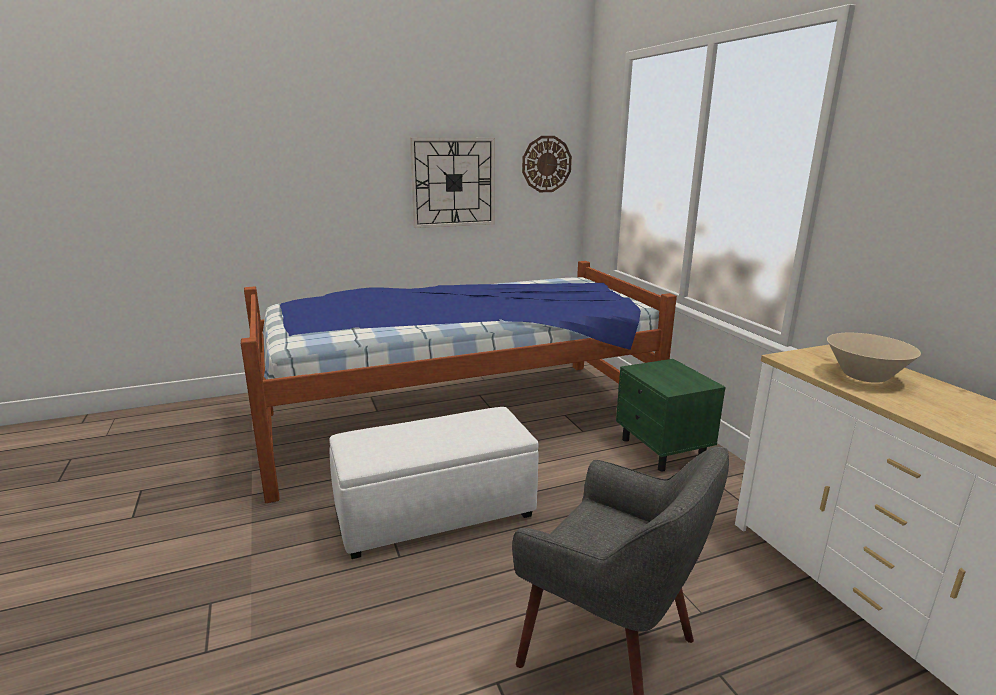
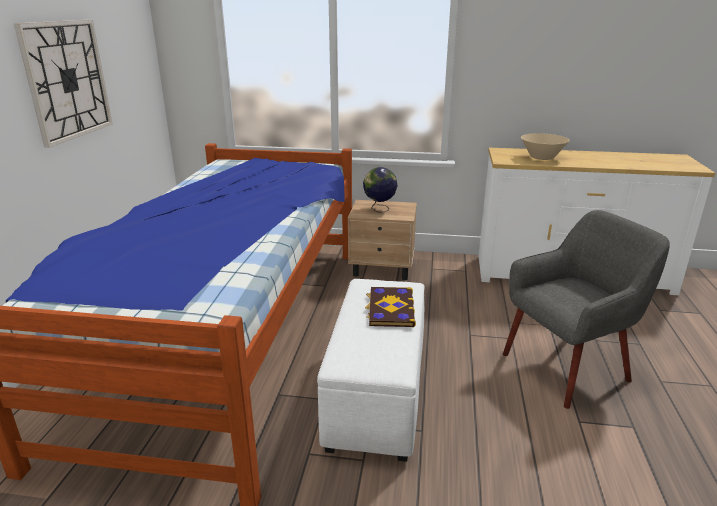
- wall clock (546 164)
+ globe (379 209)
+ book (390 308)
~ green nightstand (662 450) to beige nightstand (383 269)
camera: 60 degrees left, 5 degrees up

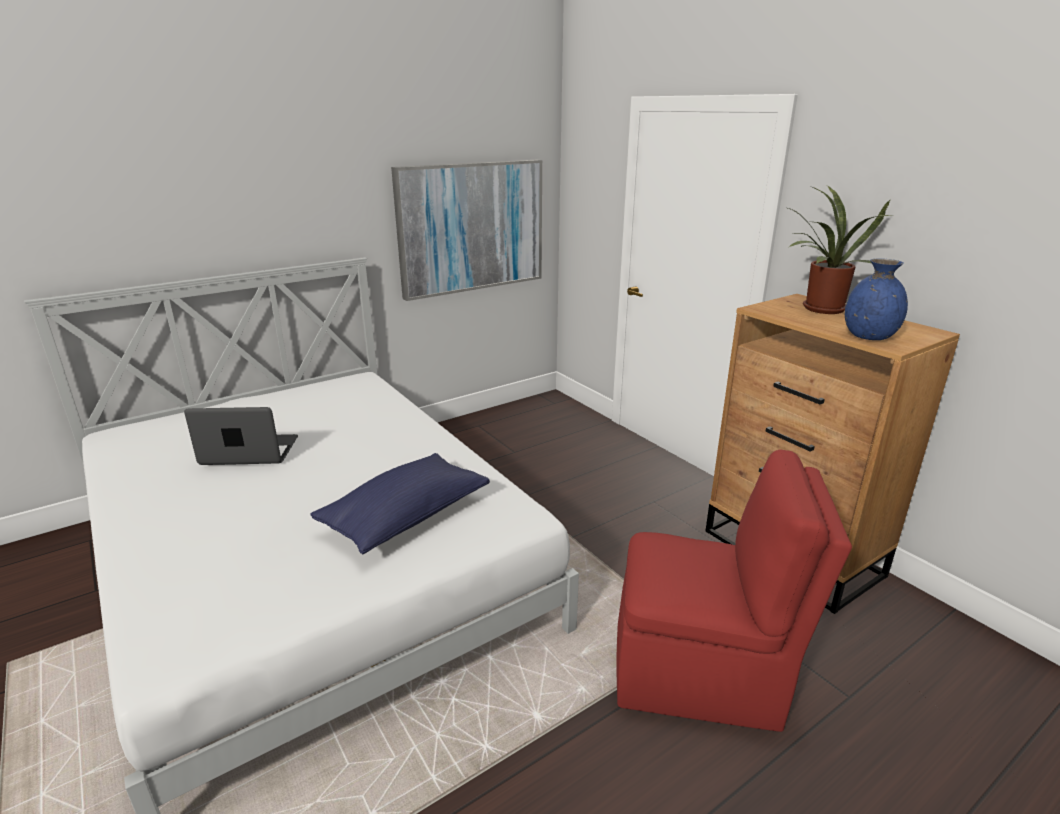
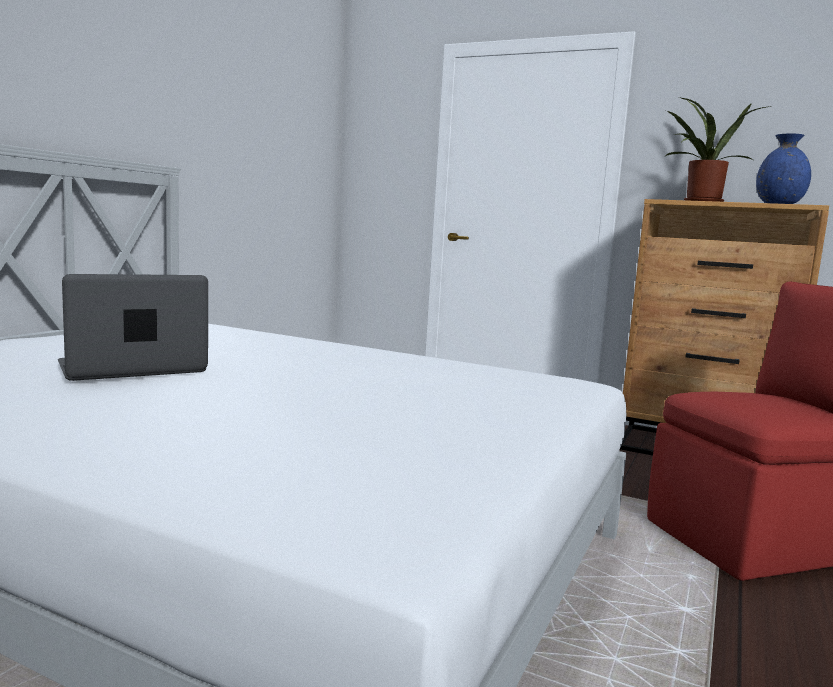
- blue pillow (406 517)
- picture (471 227)
camera: 30 degrees left, 15 degrees down

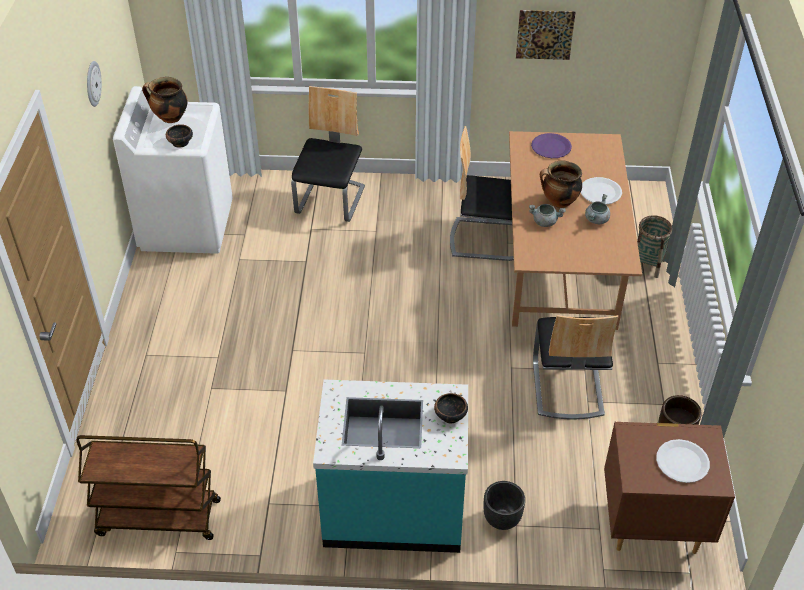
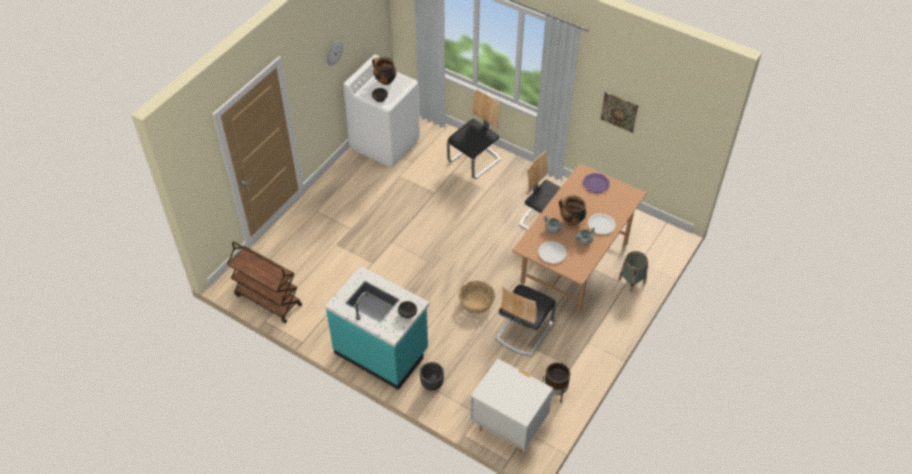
+ basket (476 303)
~ white plate (682 462) to (552 253)
~ brown nightstand (653 525) to white nightstand (508 427)
camera: 30 degrees right, 5 degrees up

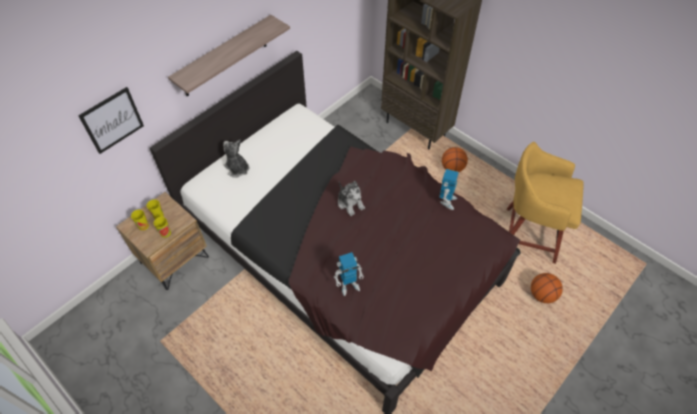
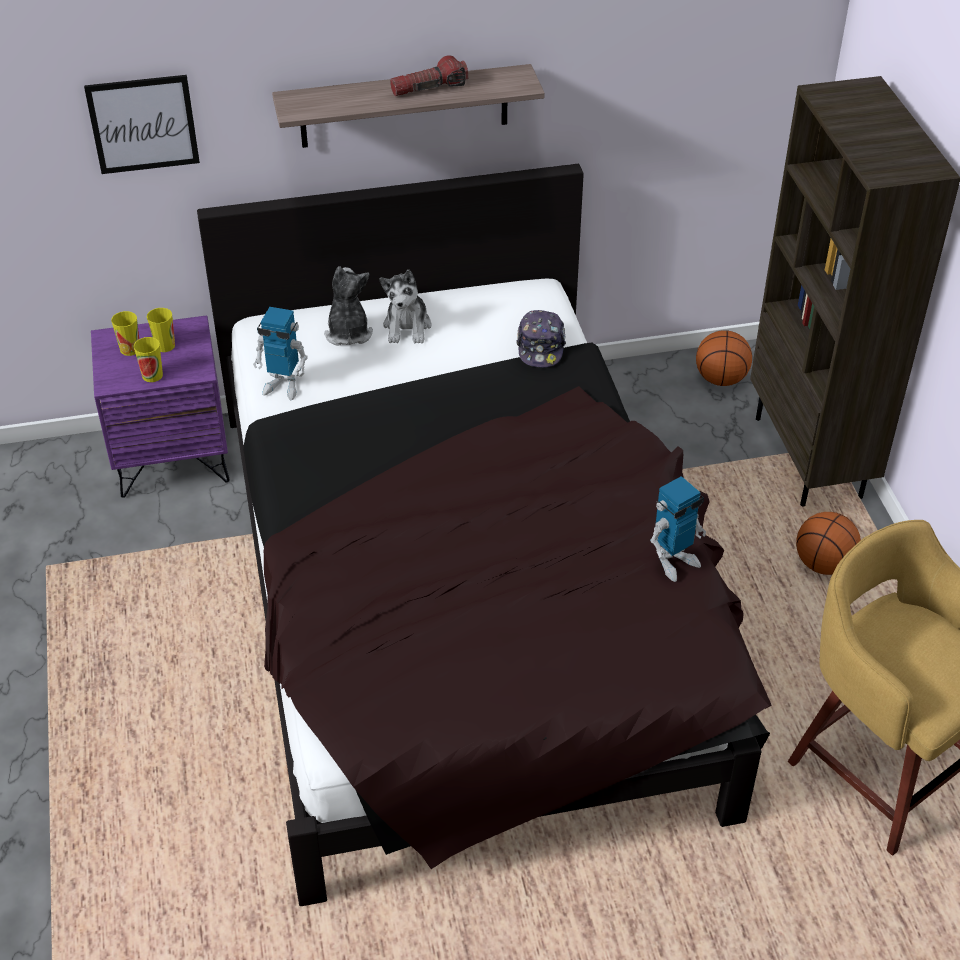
+ flashlight (429 88)
+ cap (541 347)
~ toy robot (348 285) to (283 386)
~ plush toy (350 203) to (407 327)
~ basketball (542 294) to (721 379)
~ brown nightstand (174 259) to purple nightstand (172 458)
camera: 35 degrees right, 10 degrees down

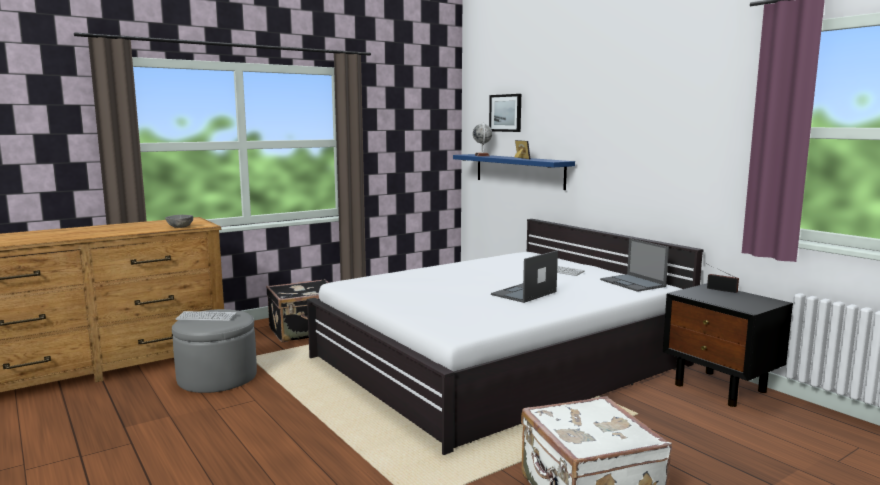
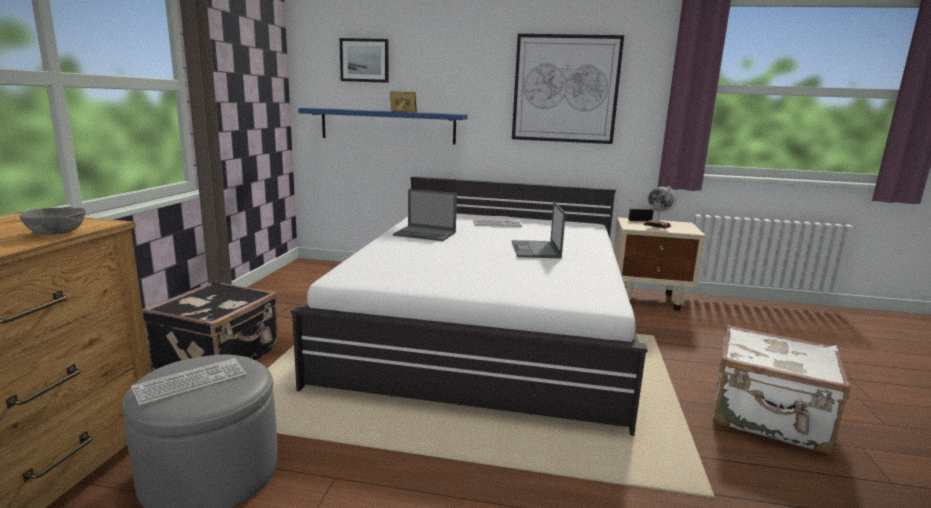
+ picture (565 89)
~ globe (482 155) to (657 225)
~ laptop (633 283) to (425 234)
~ black nightstand (721 388) to beige nightstand (649 299)
camera: 45 degrees left, 5 degrees up

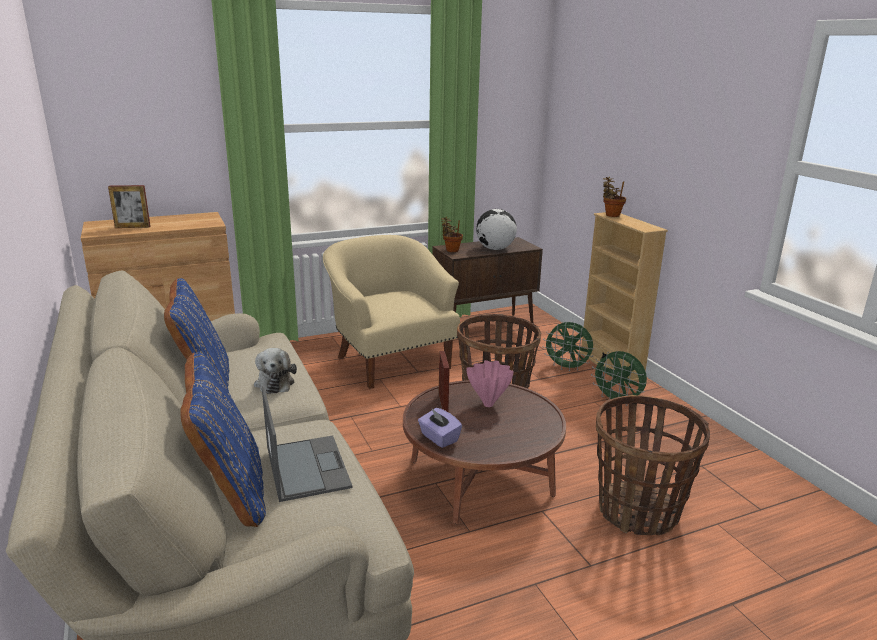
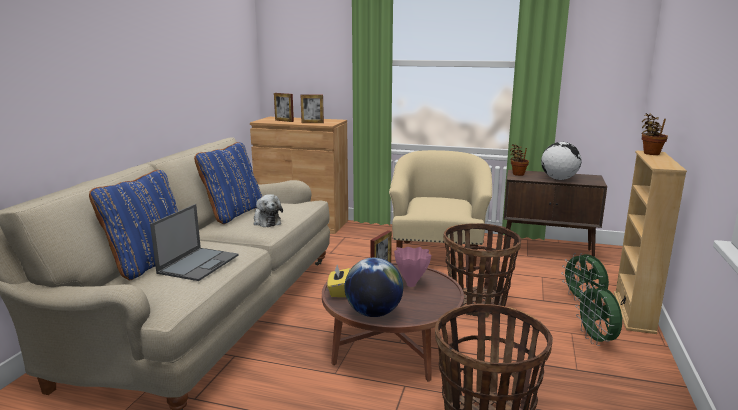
+ picture frame (312 123)
+ globe (373 313)
~ purple tissue box (439 438) to yellow tissue box (339 291)
~ plush toy (274 382) = (266 221) 60 degrees counterclockwise
camera: 40 degrees right, 5 degrees down

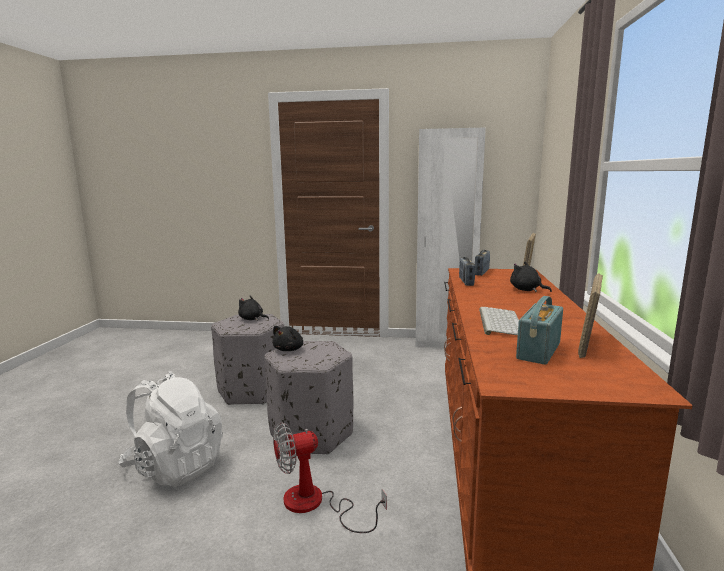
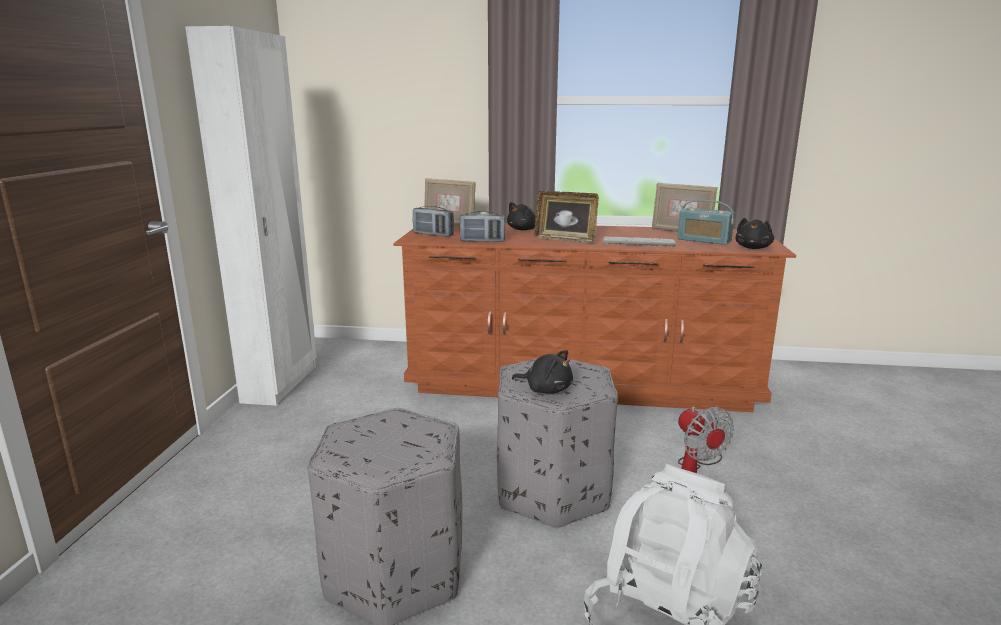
+ picture frame (565 240)
~ black plush toy (252 319) to (753 248)
camera: 90 degrees left, 5 degrees up

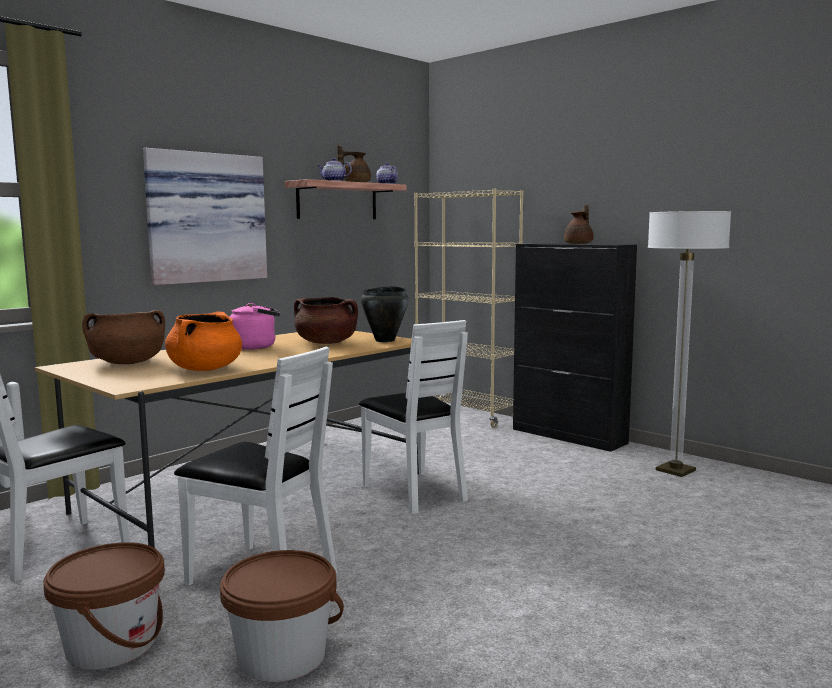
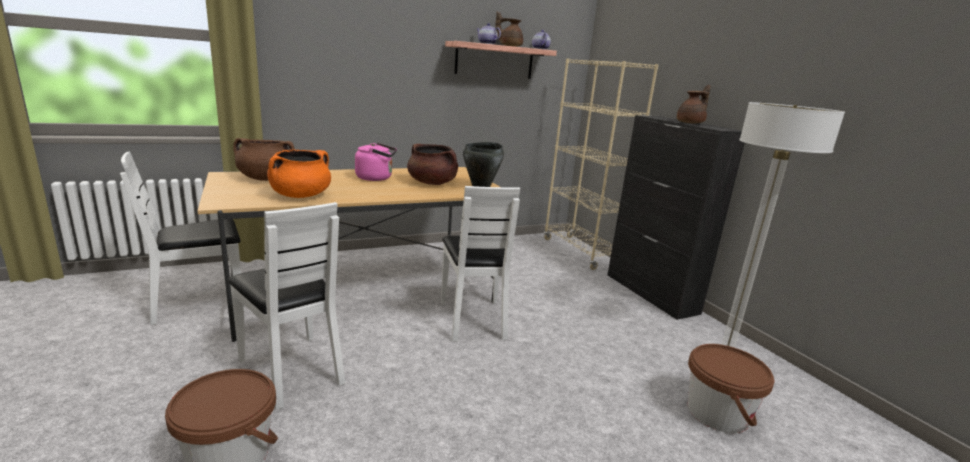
- picture (205 218)
~ brown bucket (111 645) to (717 413)
camera: 20 degrees right, 10 degrees up

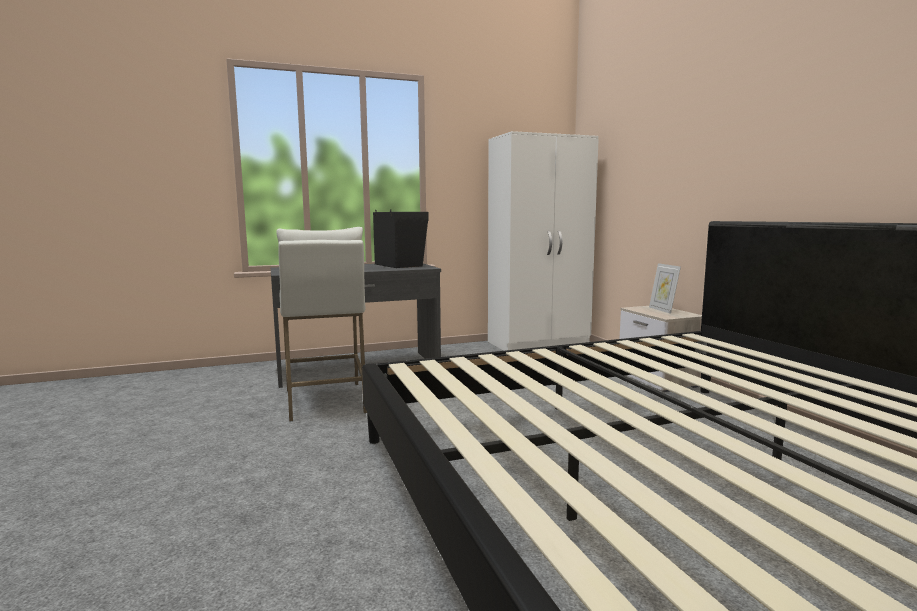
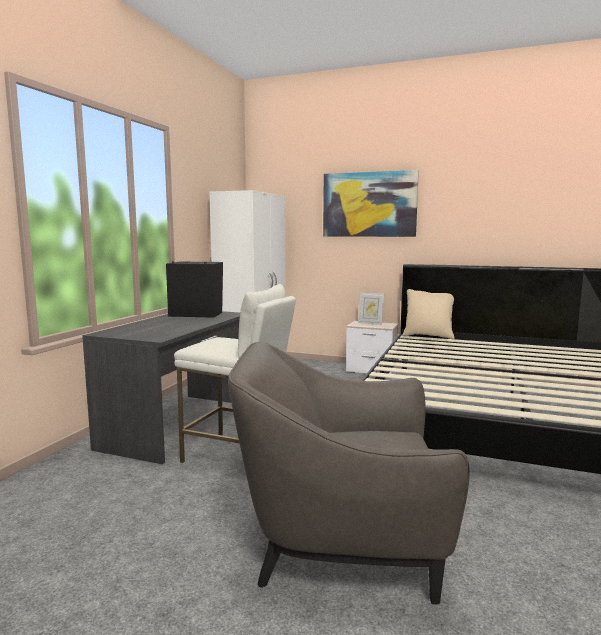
+ grey armchair (341 540)
+ picture (369 204)
+ beige pillow (428 336)
camera: 50 degrees left, 0 degrees up

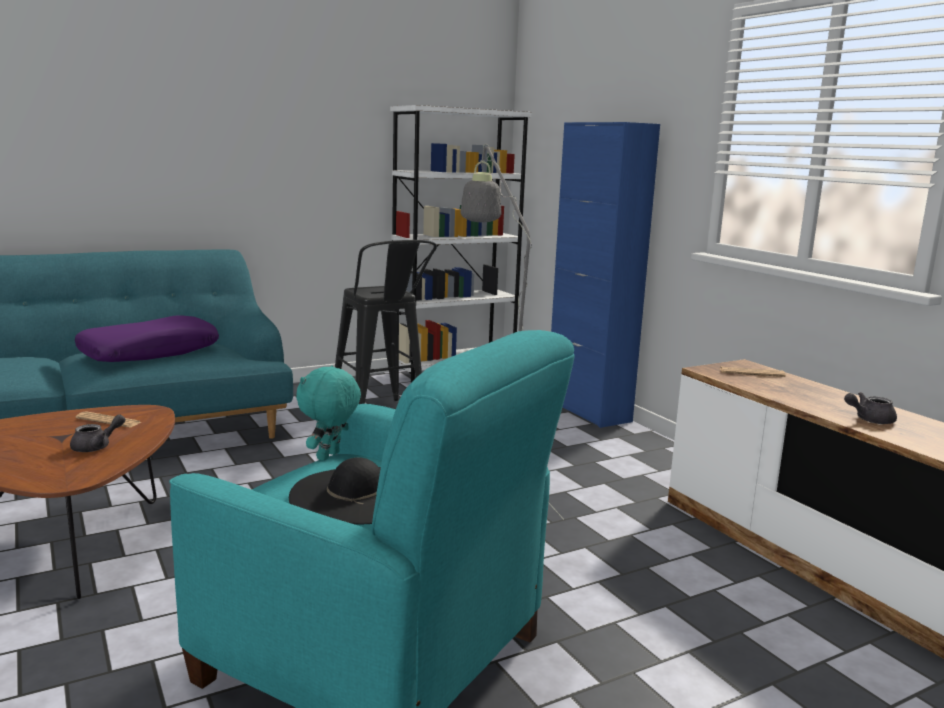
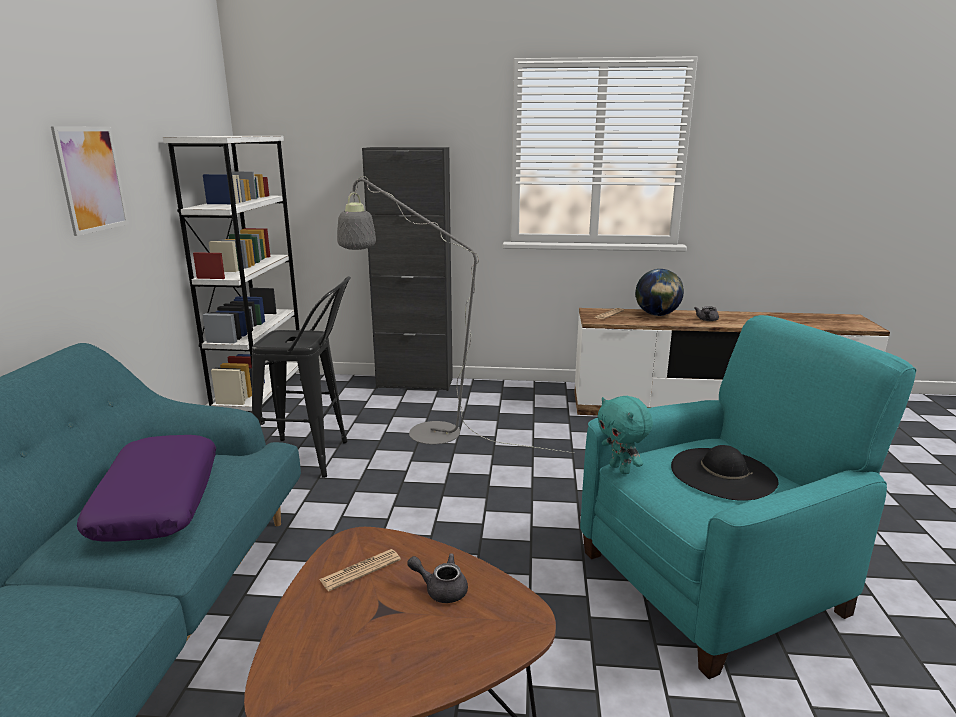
+ picture (91 179)
+ globe (657 315)
~ blue cabinet (588 411) to black cabinet (415 383)
~ grey teapot (97 447) = (441 589) 60 degrees counterclockwise
camera: 55 degrees left, 5 degrees up

